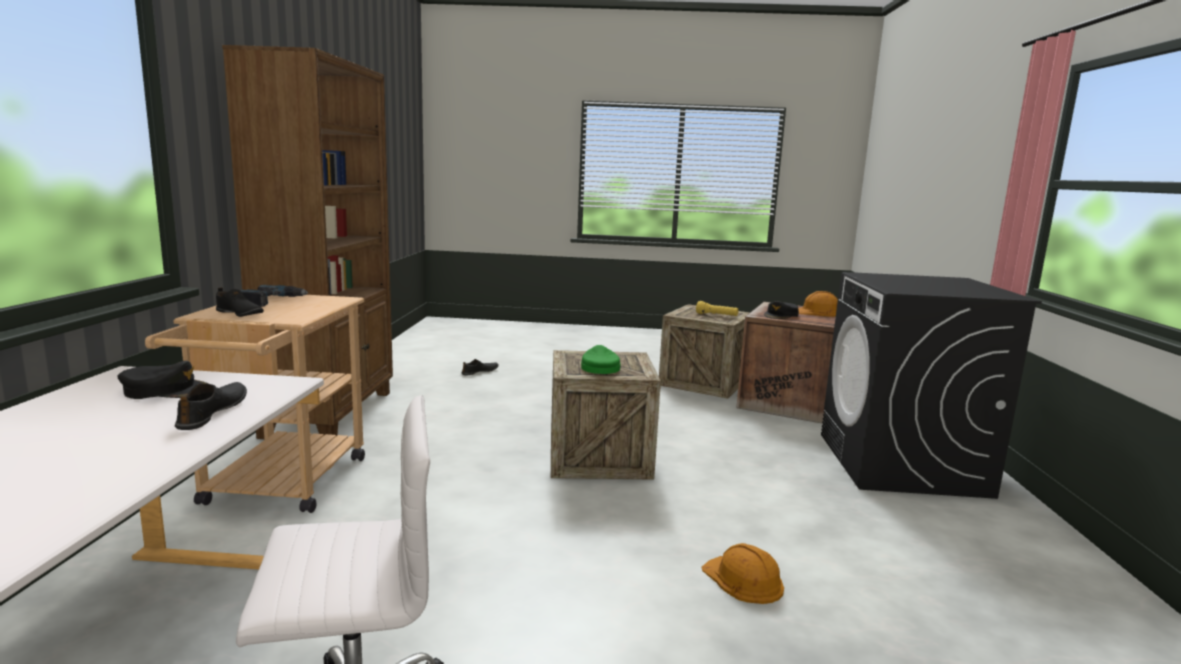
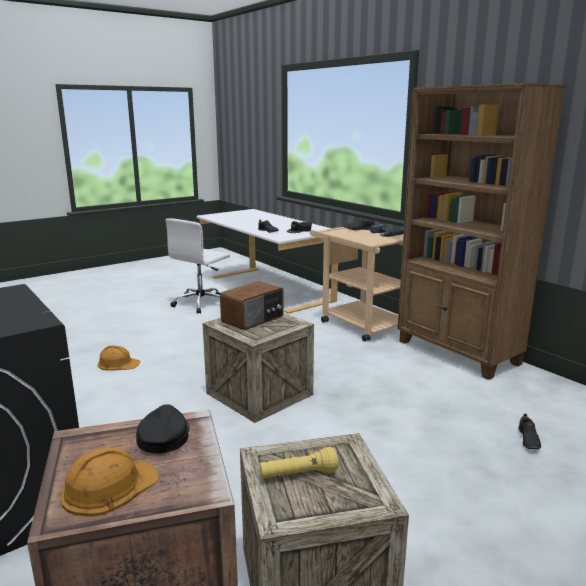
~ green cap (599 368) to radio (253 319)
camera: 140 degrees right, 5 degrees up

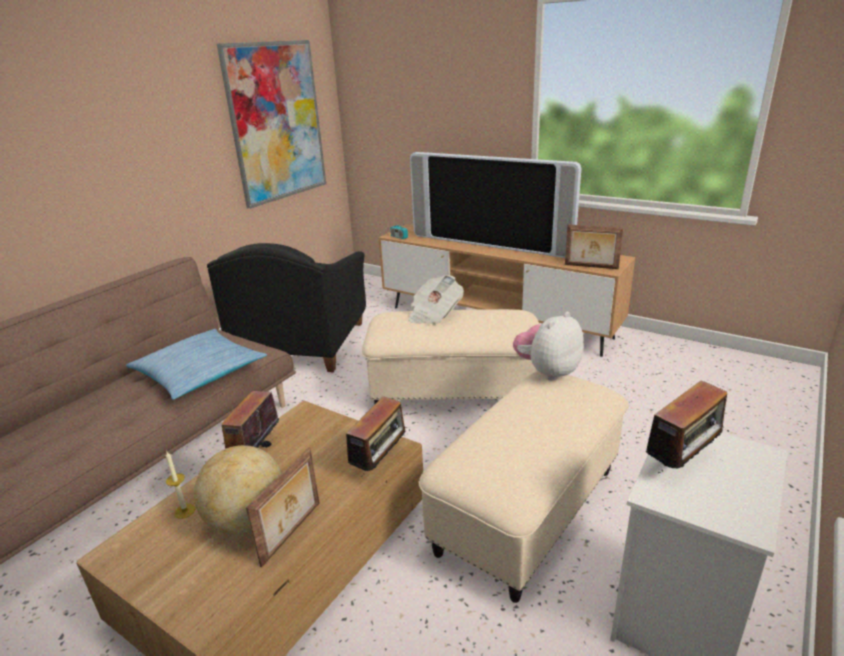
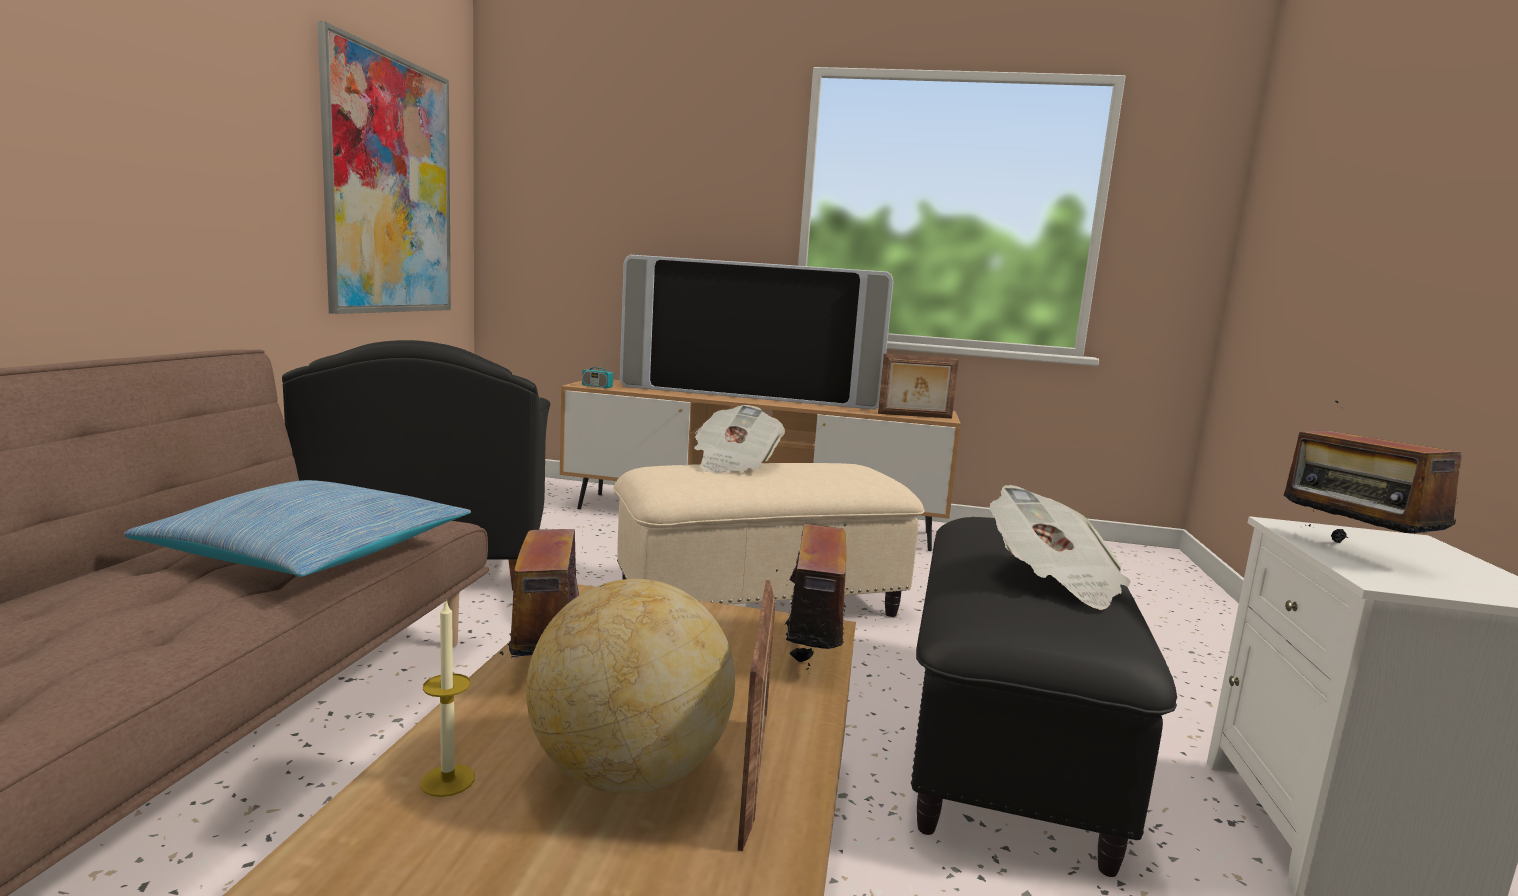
- plush toy (547 372)
+ newspaper (1054 581)
~ beige ottoman (529 511) to black ottoman (1010 741)
~ radio (682 463) = (1351 551) 135 degrees clockwise
camera: 25 degrees left, 15 degrees down

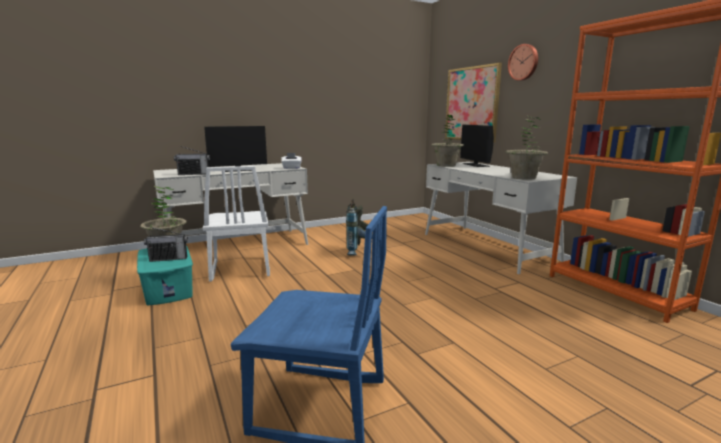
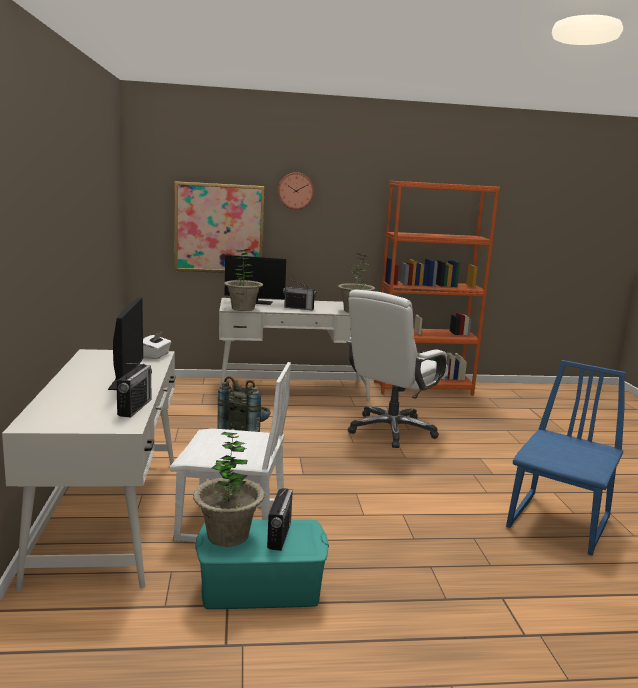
+ radio (299 308)
+ white office chair (391 430)
camera: 70 degrees left, 0 degrees up

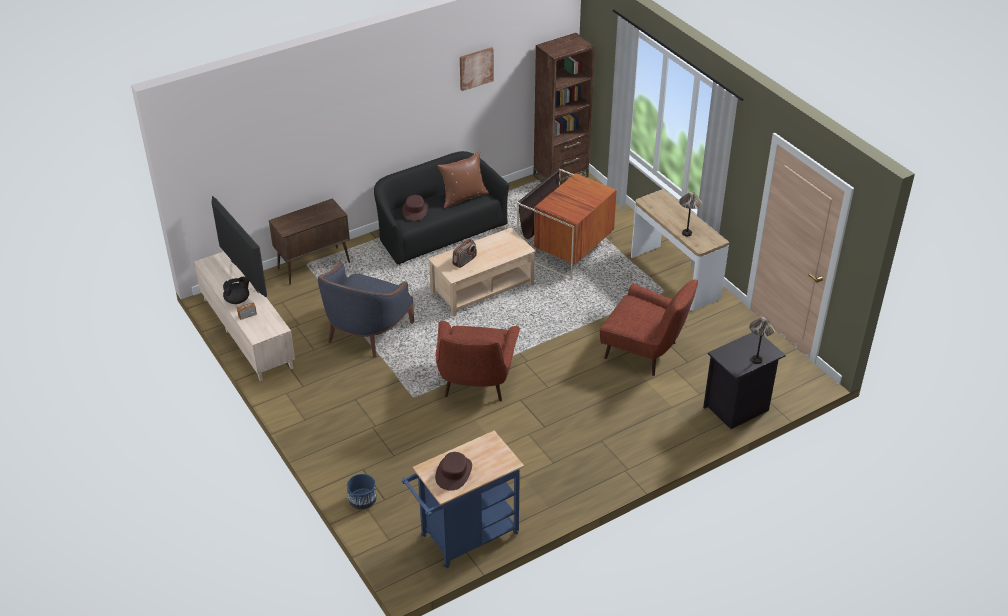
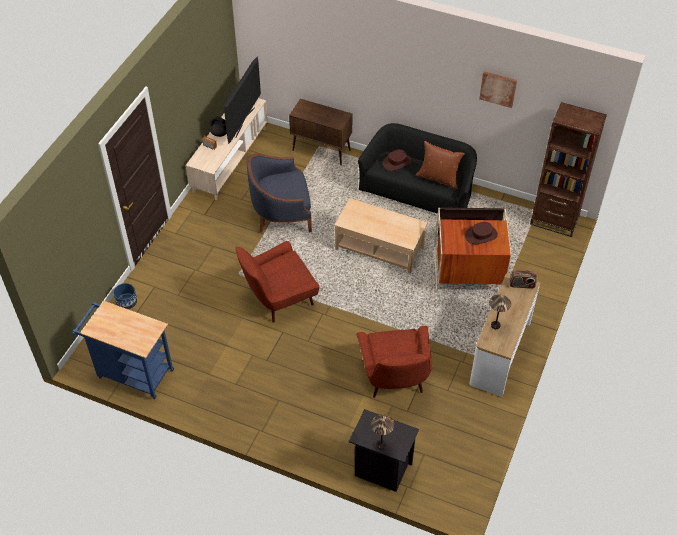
~ brown hat (454 473) to (481 235)
~ radio (464 261) to (521 285)
camera: 55 degrees right, 10 degrees up

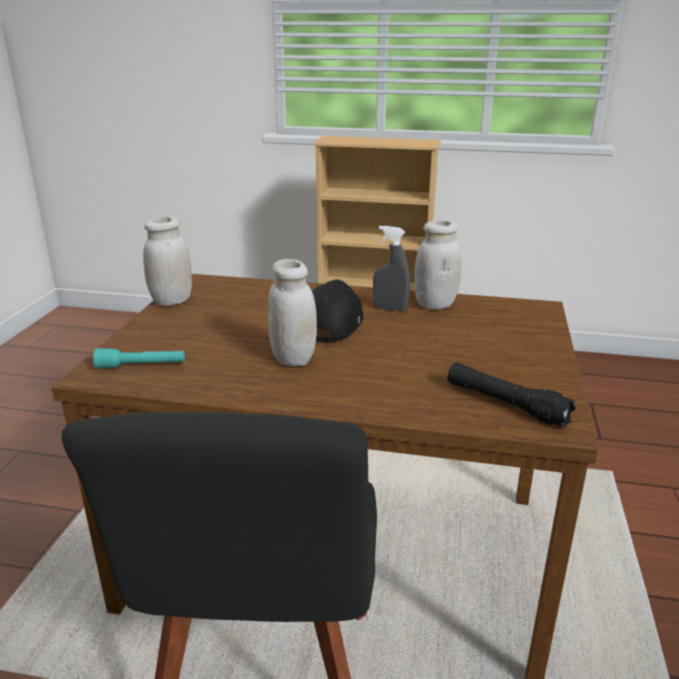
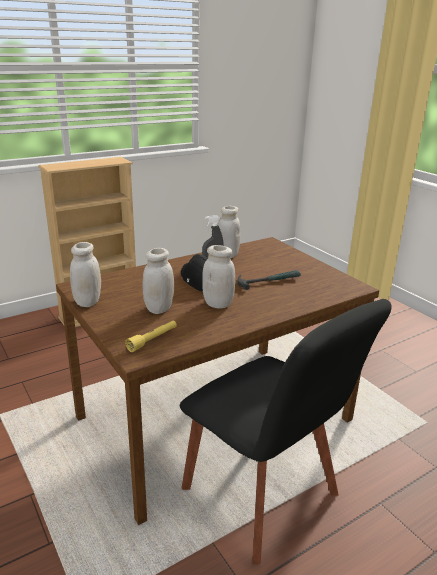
- black flashlight (506 404)
+ white jar (159 308)
+ hammer (268 281)
~ turquoise flashlight (141 366) to yellow flashlight (153 340)
camera: 45 degrees left, 0 degrees up

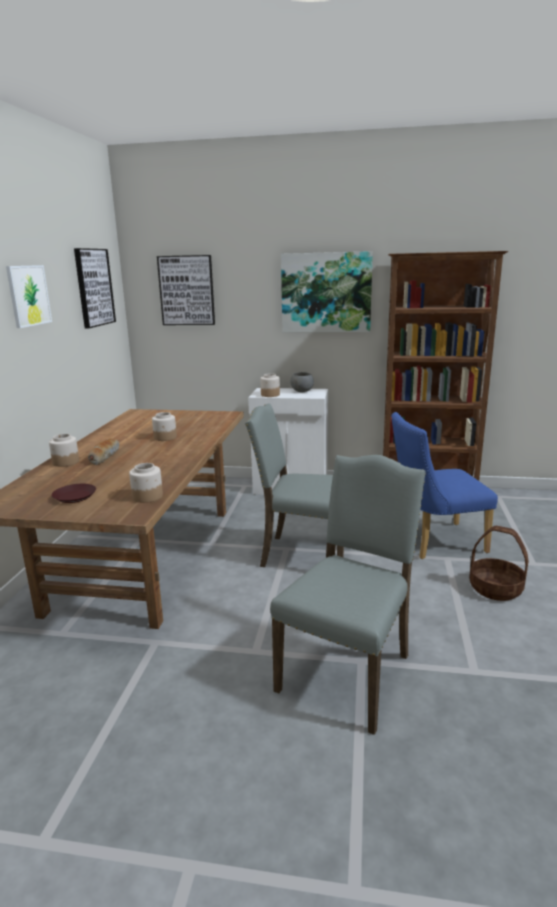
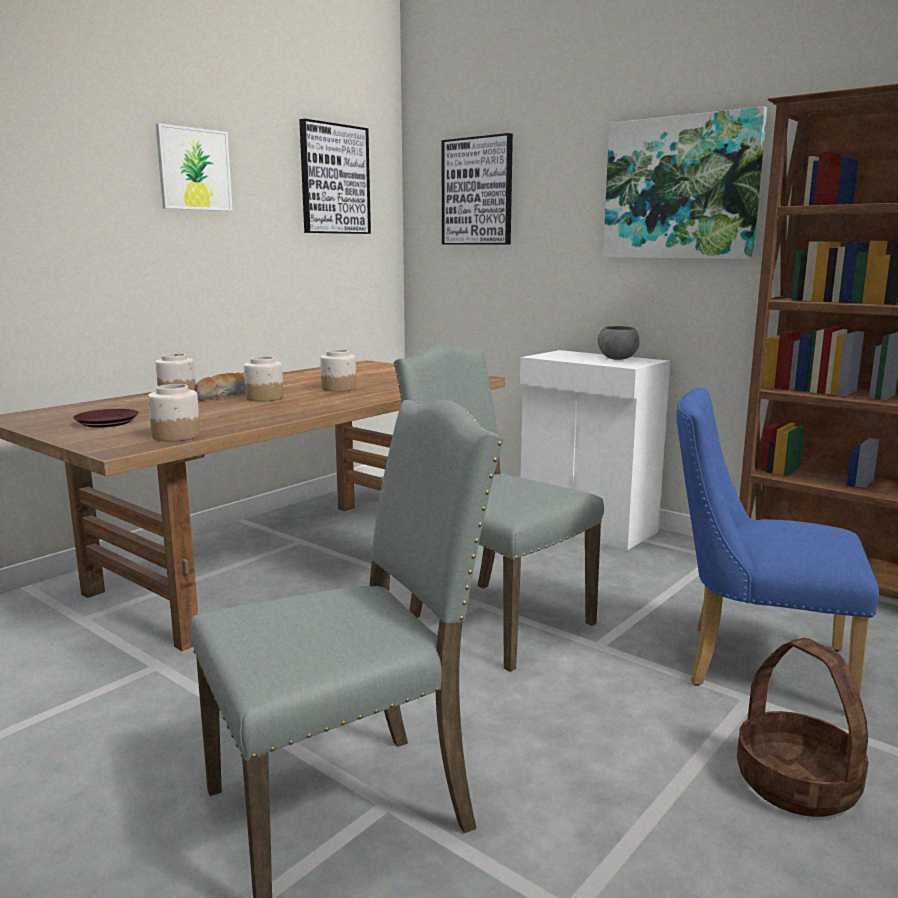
~ jar (270 395) to (264 398)
camera: 30 degrees right, 5 degrees down

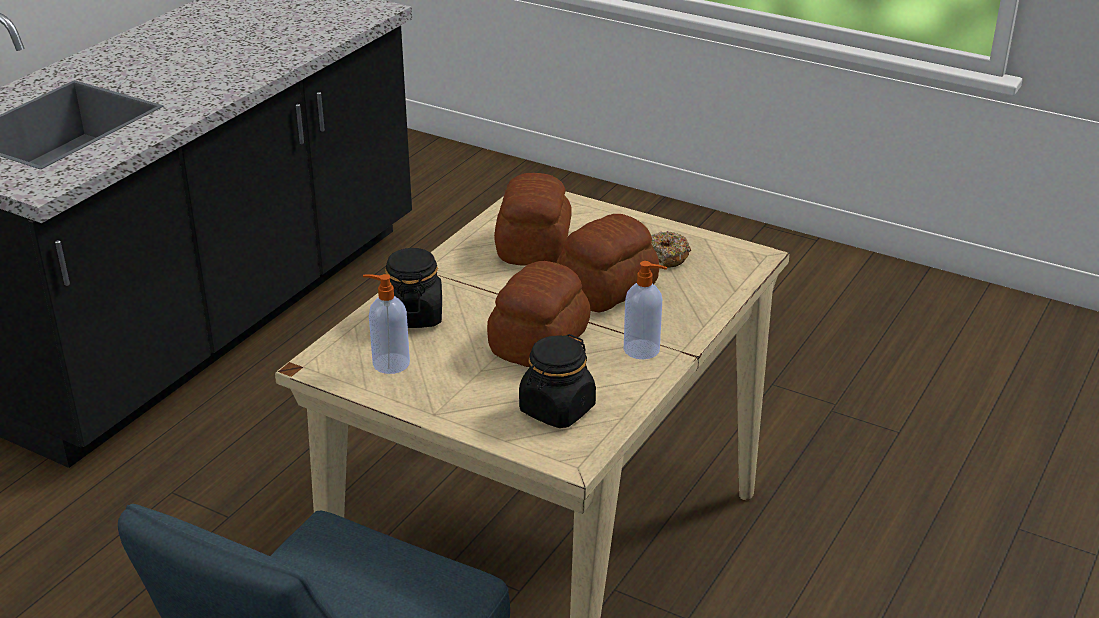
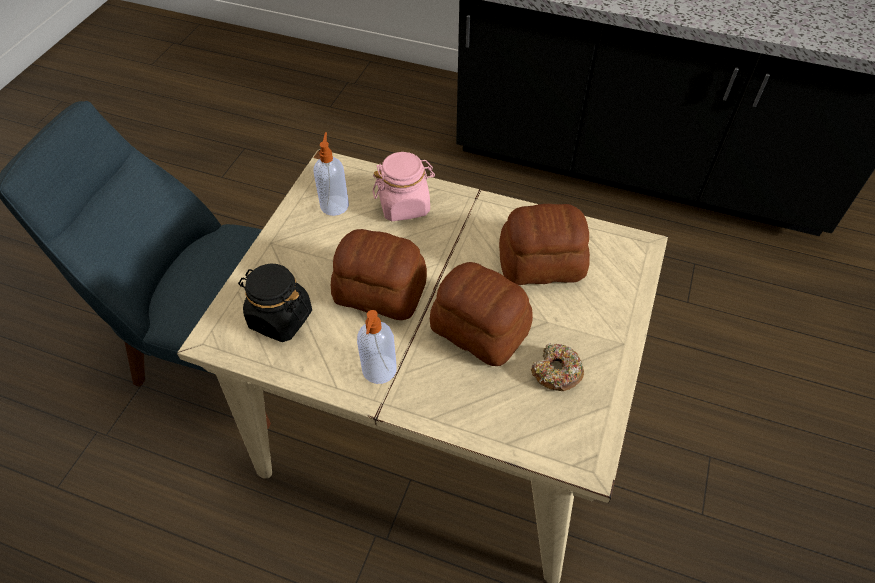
~ black jar (414 315) to pink jar (404 205)
camera: 80 degrees right, 20 degrees up

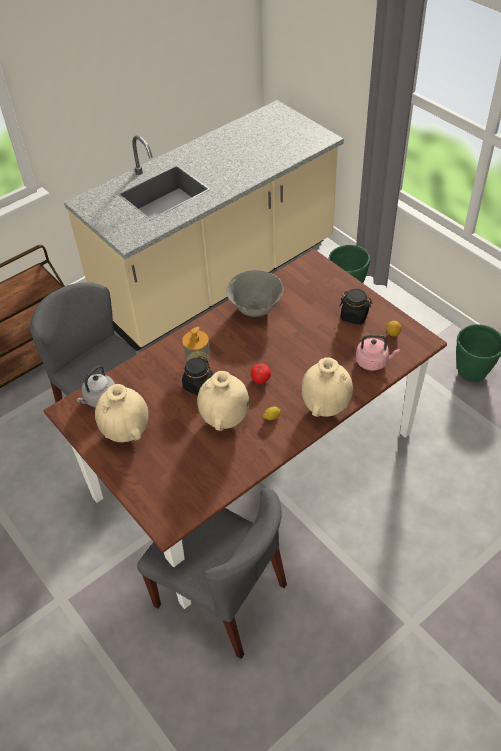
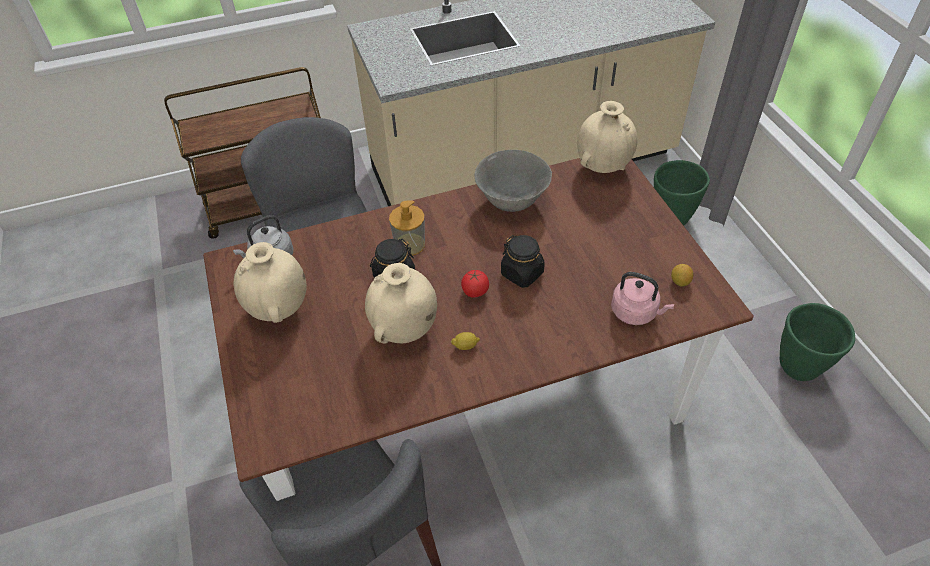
~ beige vase (325 406) to (603 167)
~ black jar (354 316) to (522 273)
camera: 20 degrees right, 0 degrees up

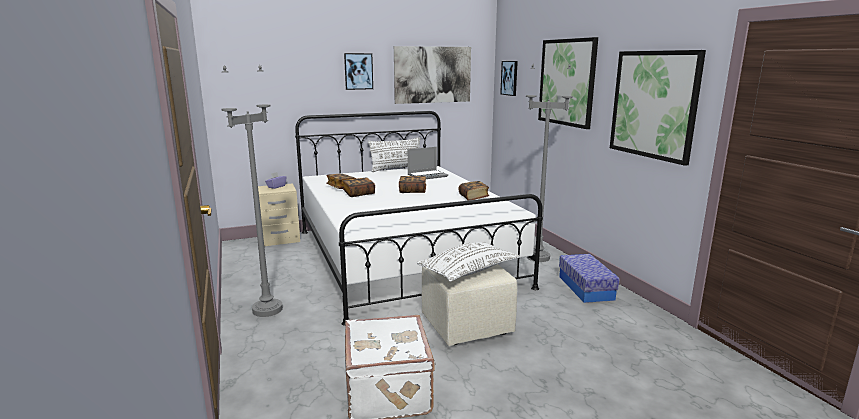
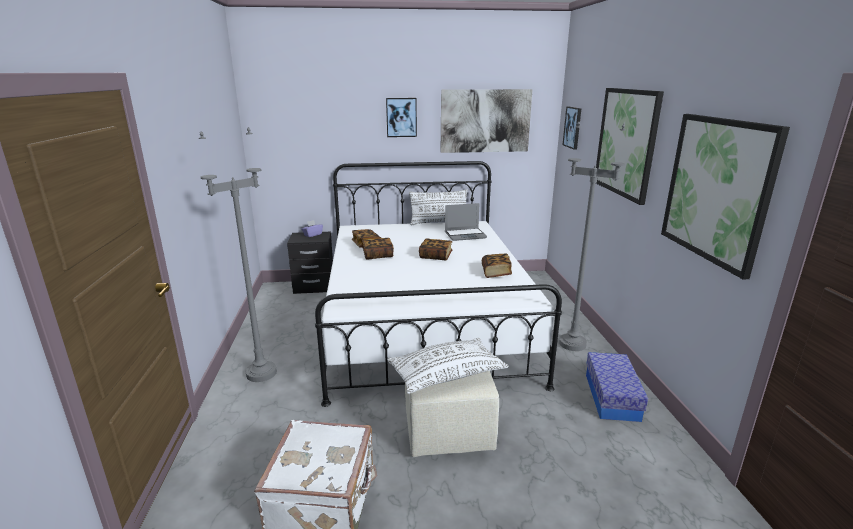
~ beige nightstand (279 239) to black nightstand (314 286)
camera: 15 degrees right, 5 degrees up

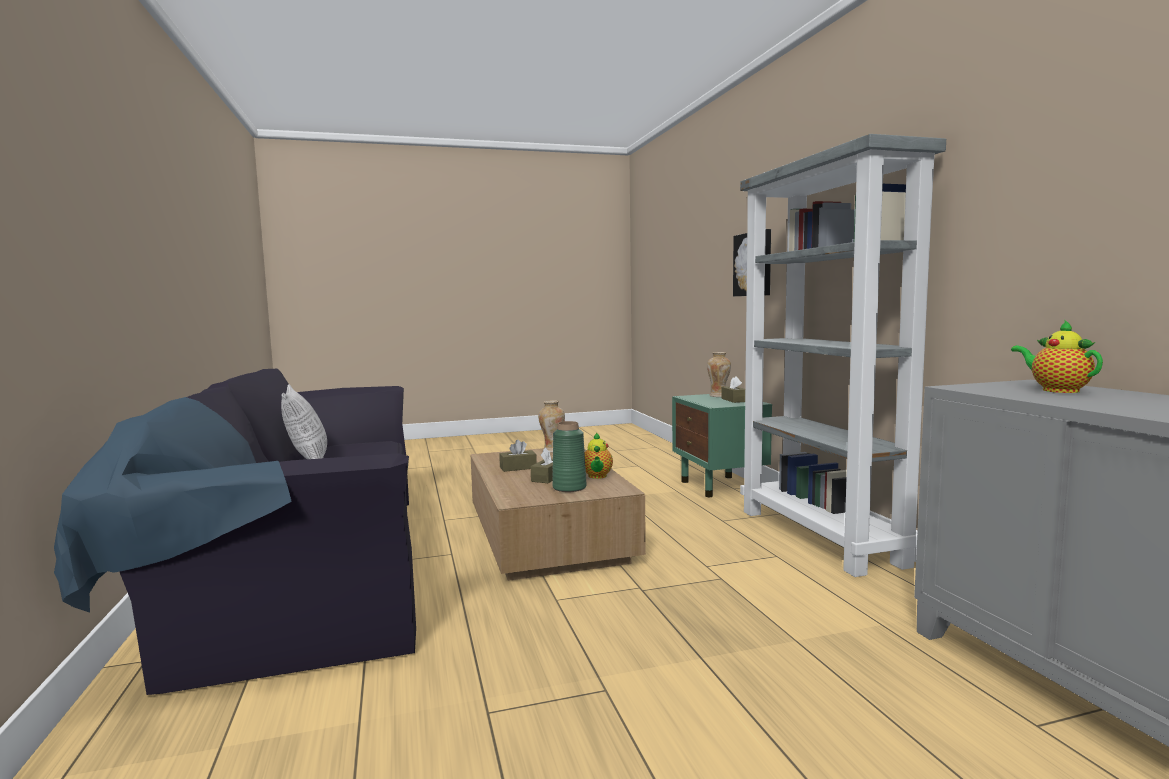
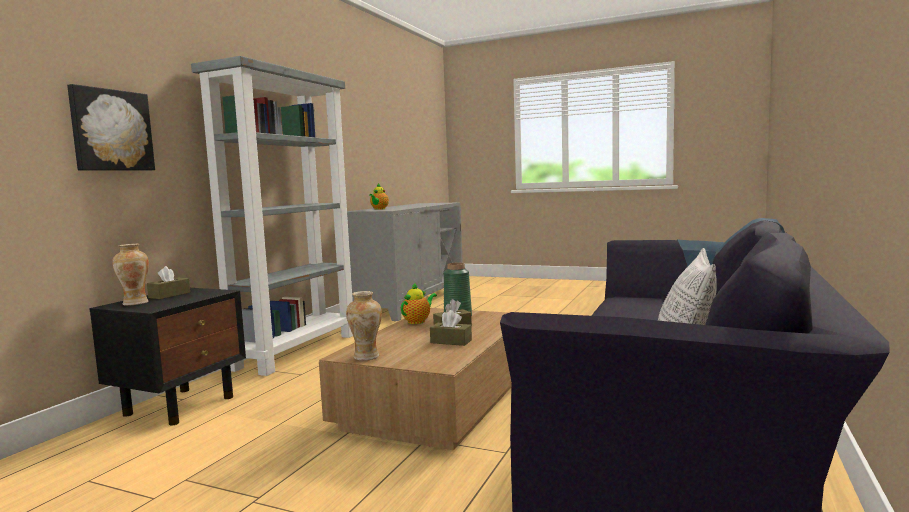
~ green nightstand (719 486) to black nightstand (181 405)
camera: 140 degrees left, 0 degrees up

